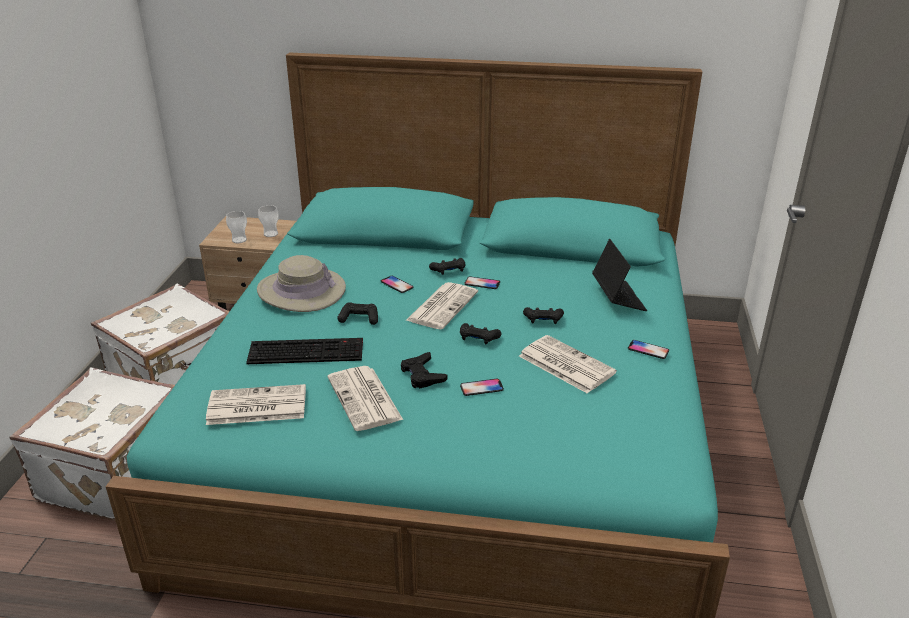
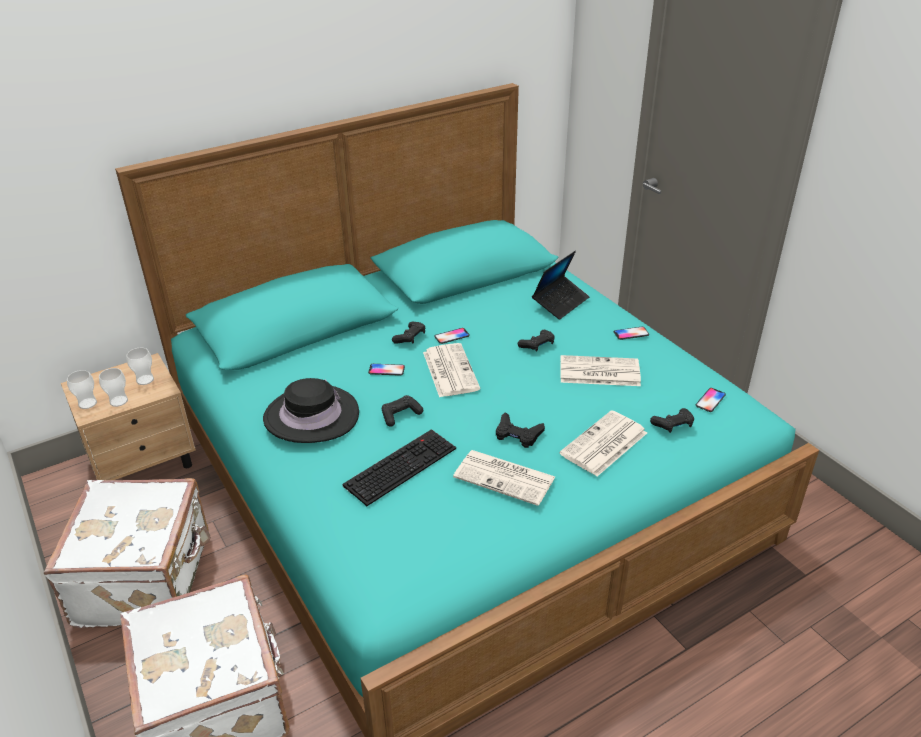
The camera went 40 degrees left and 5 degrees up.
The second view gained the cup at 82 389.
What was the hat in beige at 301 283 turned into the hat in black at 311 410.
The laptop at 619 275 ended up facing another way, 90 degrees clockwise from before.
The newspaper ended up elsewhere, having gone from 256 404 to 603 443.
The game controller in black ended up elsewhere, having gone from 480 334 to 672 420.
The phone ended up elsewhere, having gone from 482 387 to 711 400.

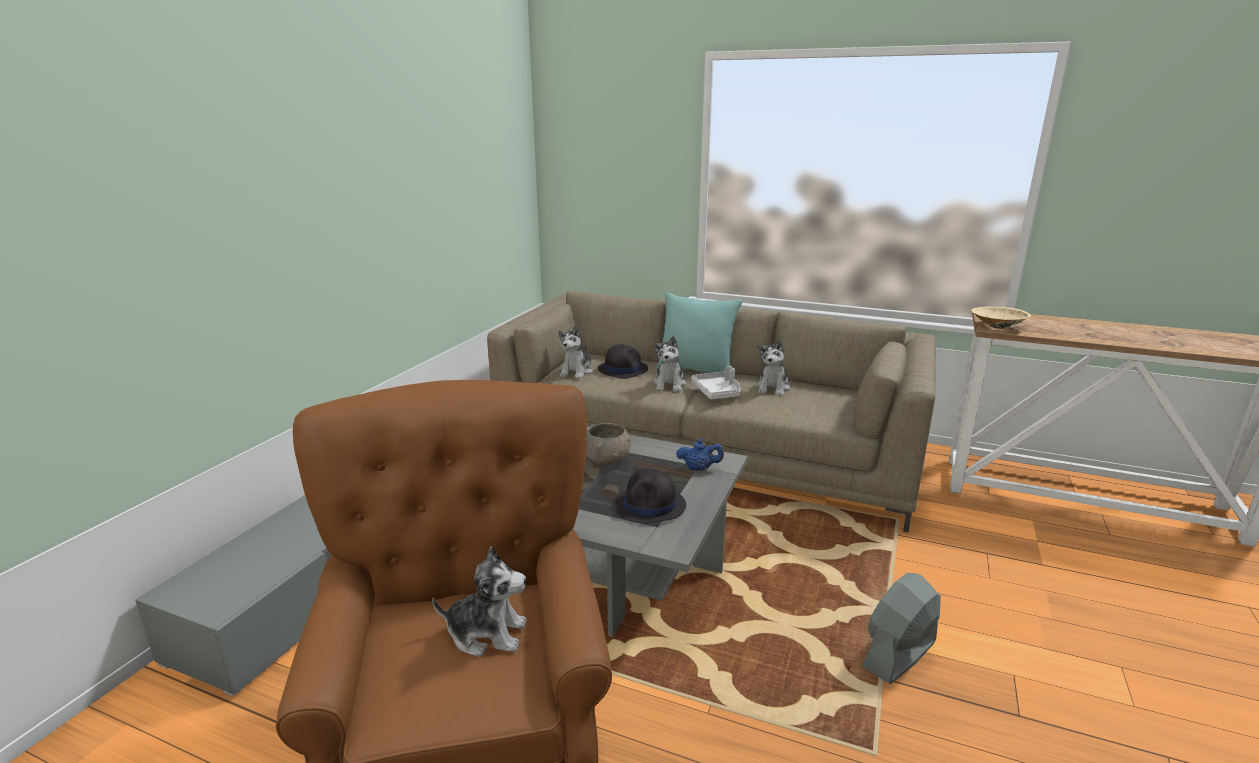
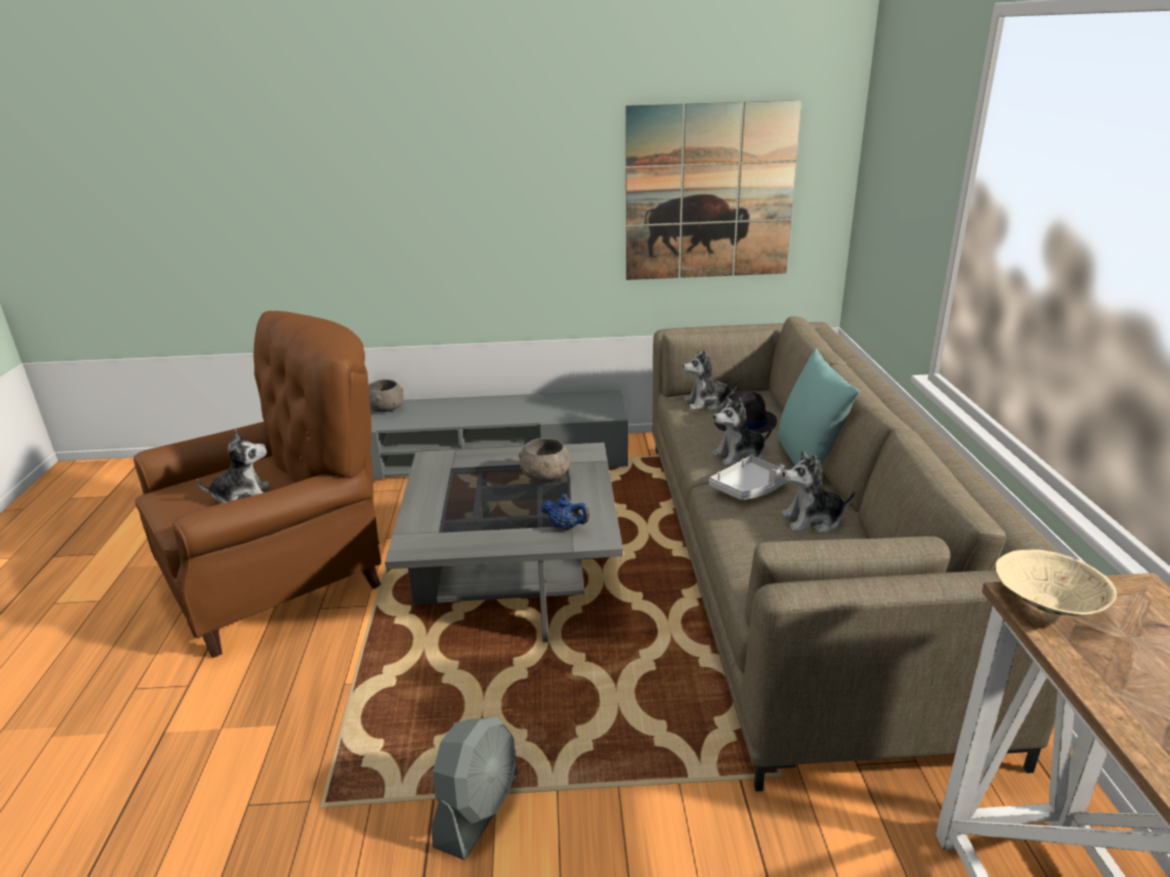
The camera went 65 degrees right and 5 degrees up.
The plush toy at 479 601 ended up facing another way, 90 degrees counterclockwise from before.
The second view gained the bowl in grey at 385 395.
The fan in grey at 901 628 ended up facing another way, 90 degrees clockwise from before.
The teapot in blue at 700 455 ended up facing another way, 45 degrees counterclockwise from before.
The second view gained the picture at 714 190.
The second view lost the hat in black at 649 495.

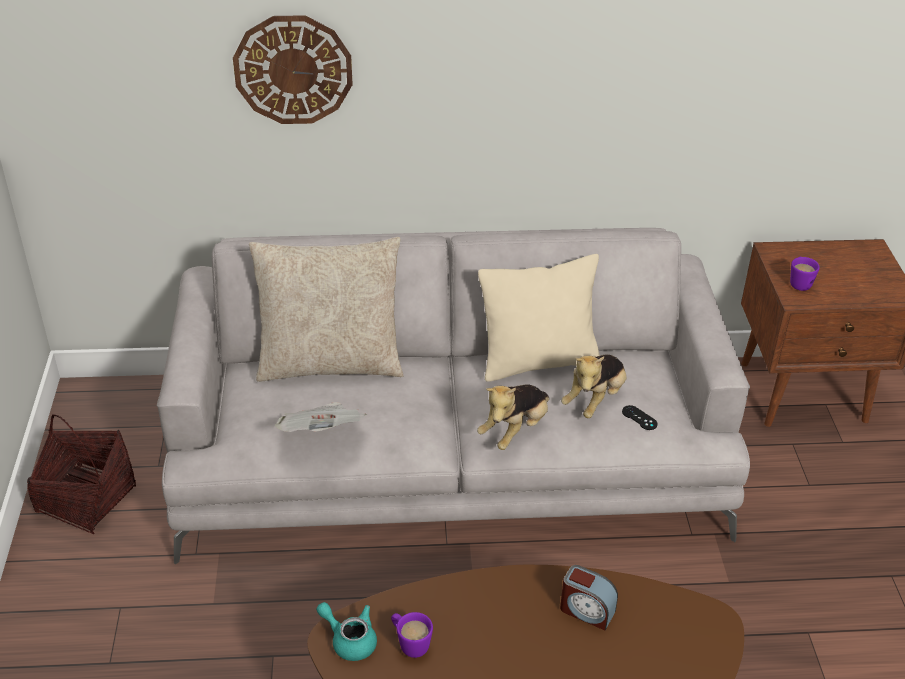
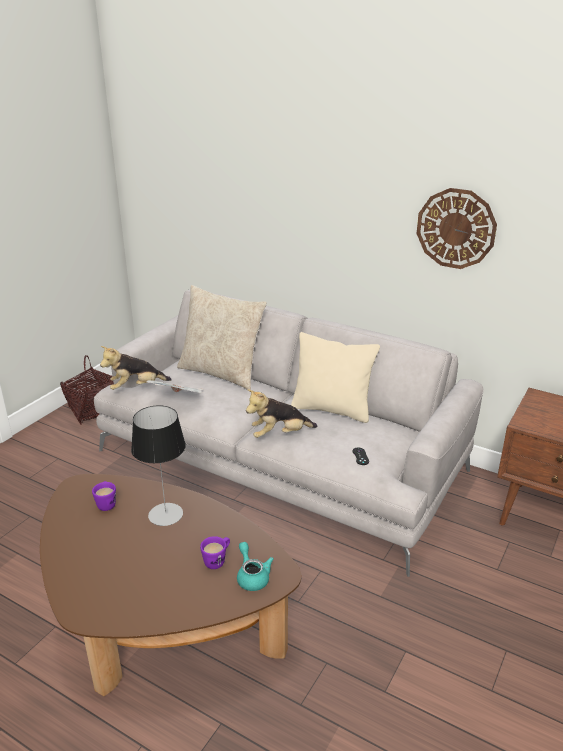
The camera went 35 degrees right and 10 degrees down.
The plush toy ended up elsewhere, having gone from 594 386 to 136 368.
The second view gained the table lamp at 158 465.
The mug in purple ended up elsewhere, having gone from 805 274 to 215 552.
The teapot in turquoise ended up elsewhere, having gone from 346 631 to 255 566.
The wall clock ended up elsewhere, having gone from 293 69 to 457 228.
The second view lost the alarm clock at 589 597.

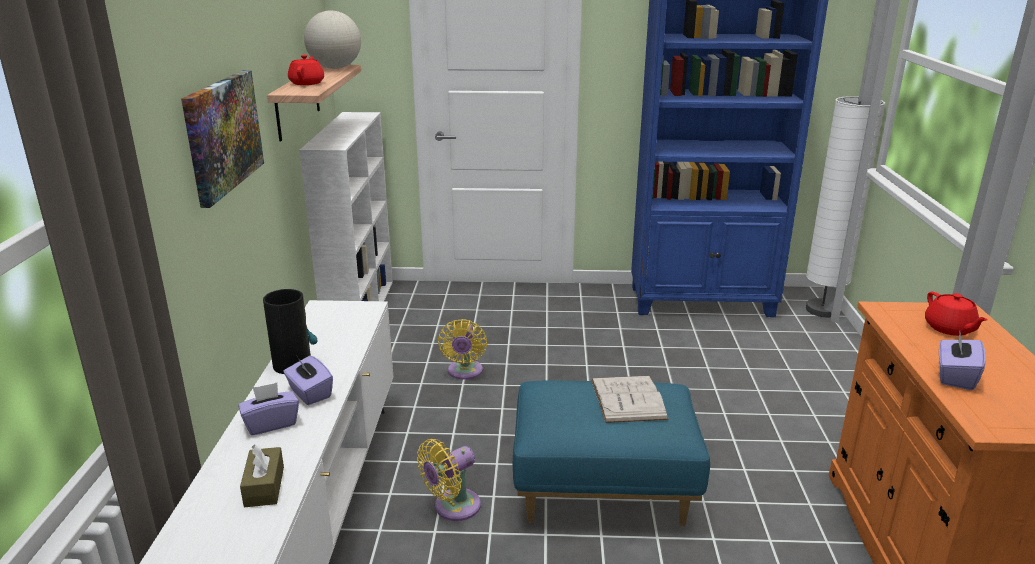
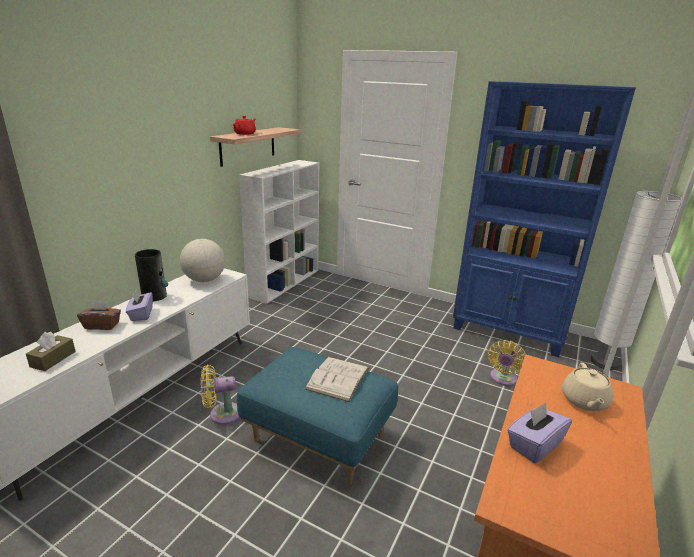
The camera went 25 degrees right and 0 degrees up.
What was the tissue box in purple at 268 409 turned into the tissue box in brown at 99 315.
The globe ended up elsewhere, having gone from 332 39 to 202 260.
The fan in yellow ended up elsewhere, having gone from 462 349 to 507 363.
What was the teapot in red at 956 314 turned into the teapot in beige at 587 386.
The second view lost the picture at 222 139.

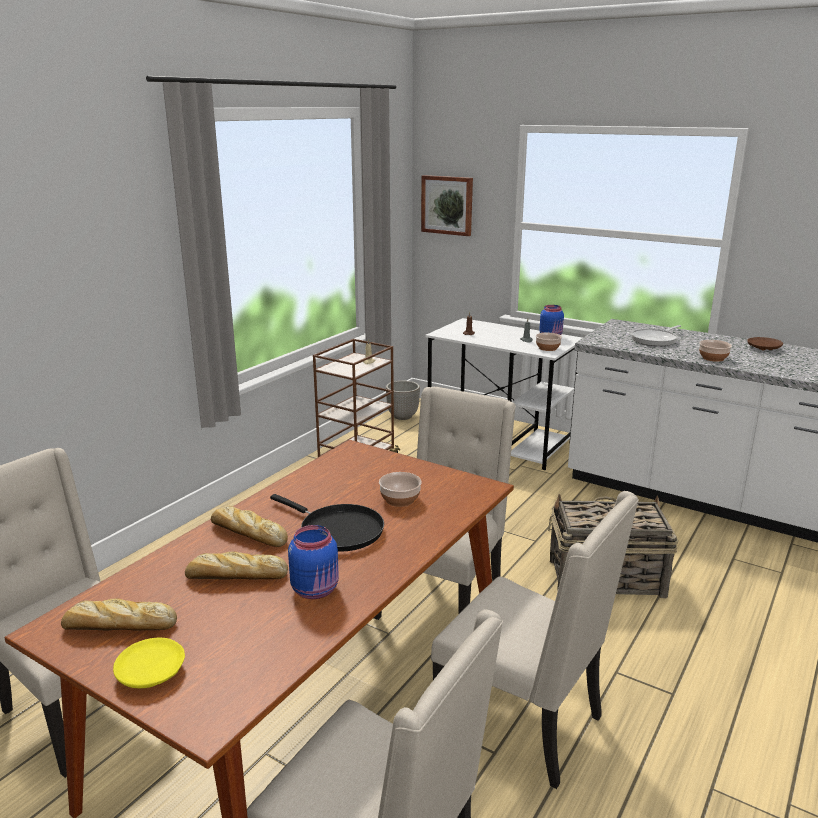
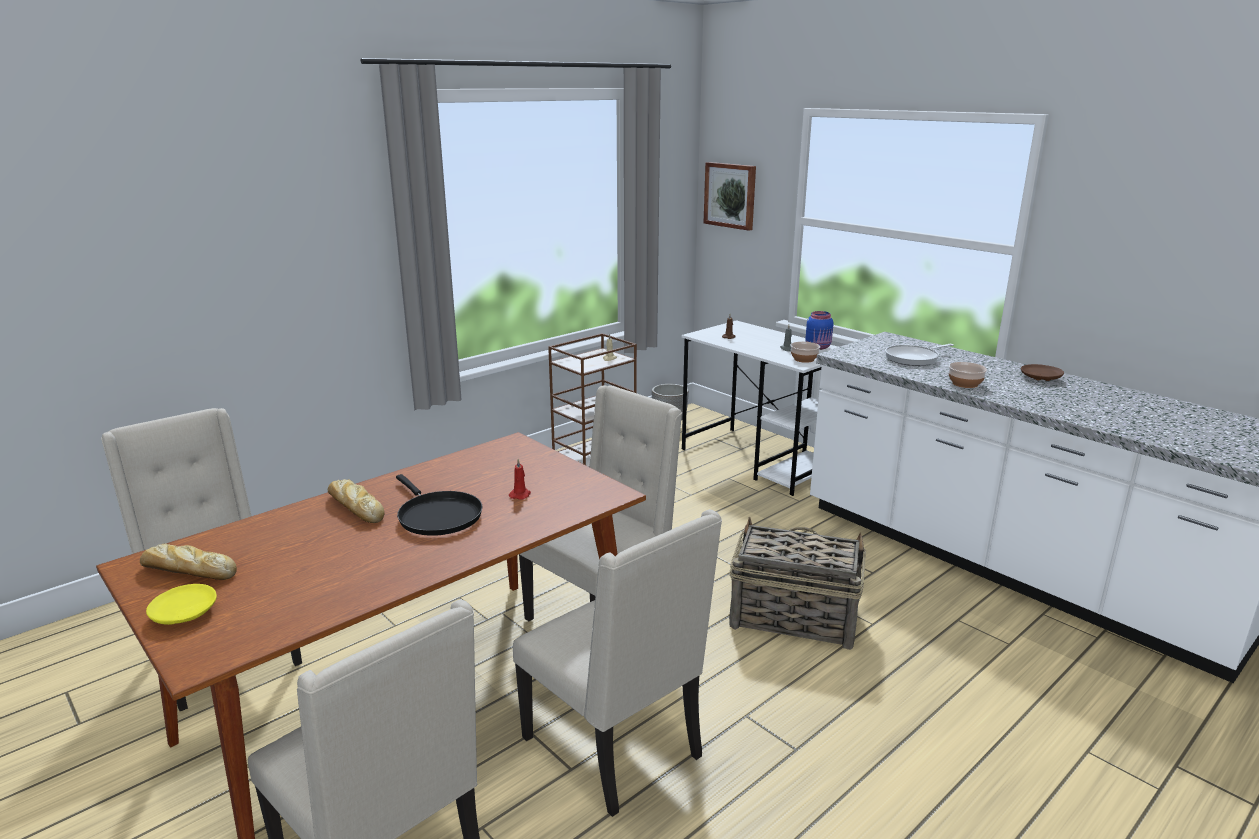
The camera went 15 degrees right and 0 degrees up.
Where the bowl stood at 400 489, the candle in red came to stand at 520 479.
The second view lost the bread at 236 565.
The second view lost the jar in blue at 313 562.

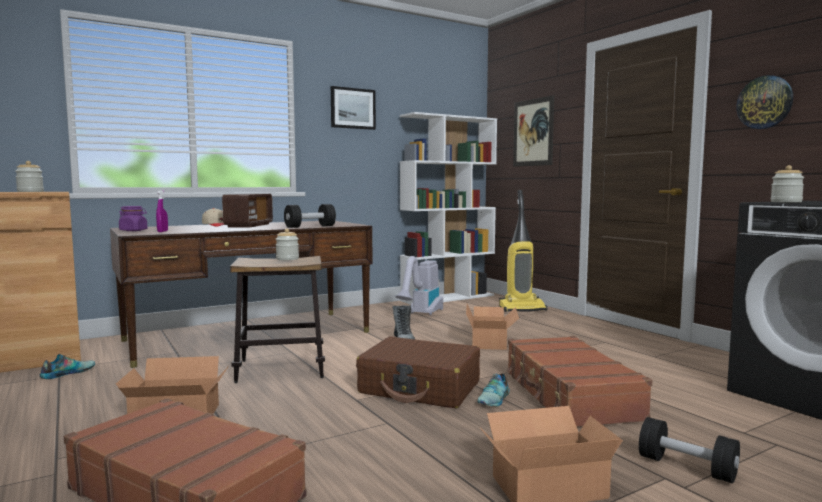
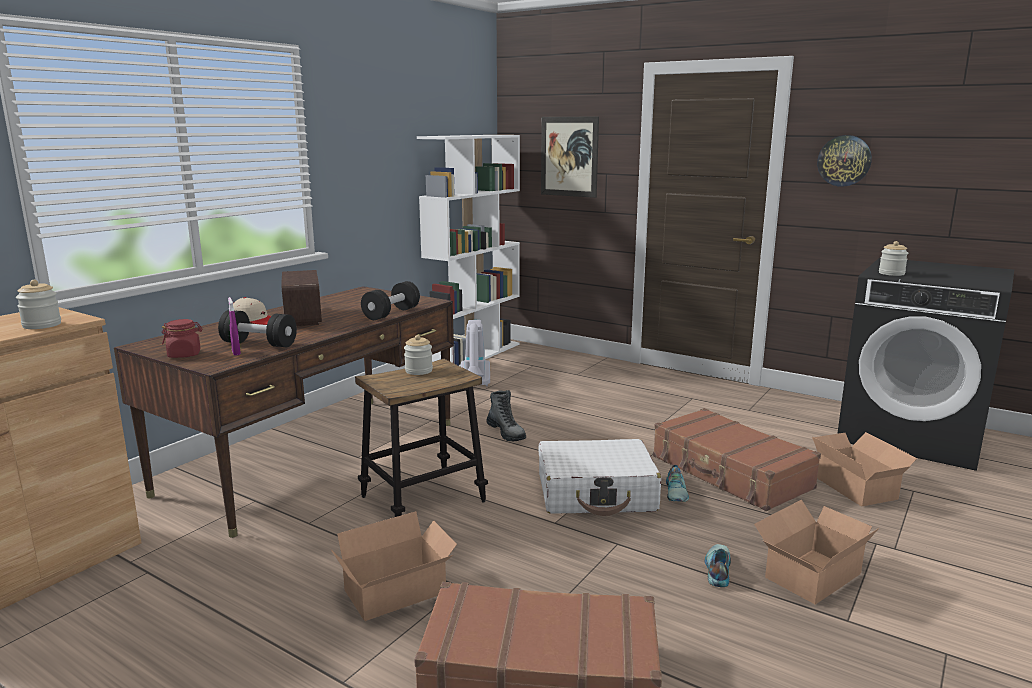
The camera went 25 degrees left and 10 degrees up.
What was the jar in purple at 133 218 turned into the jar in red at 182 338.
The dumbbell in black ended up elsewhere, having gone from 689 450 to 257 328.
What was the suitcase in brown at 418 372 turned into the suitcase in white at 600 477.
The shoe ended up elsewhere, having gone from 67 366 to 718 565.
The cardboard box ended up elsewhere, having gone from 492 327 to 864 469.
The second view lost the picture at 353 108.
The second view lost the vacuum cleaner at 523 251.

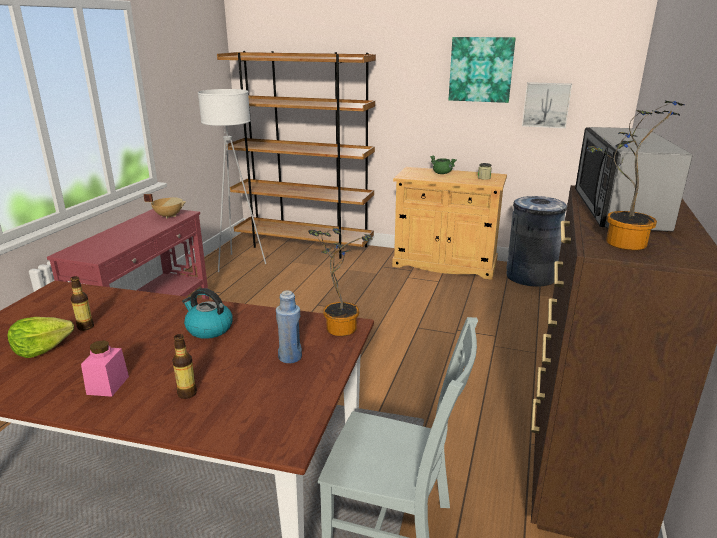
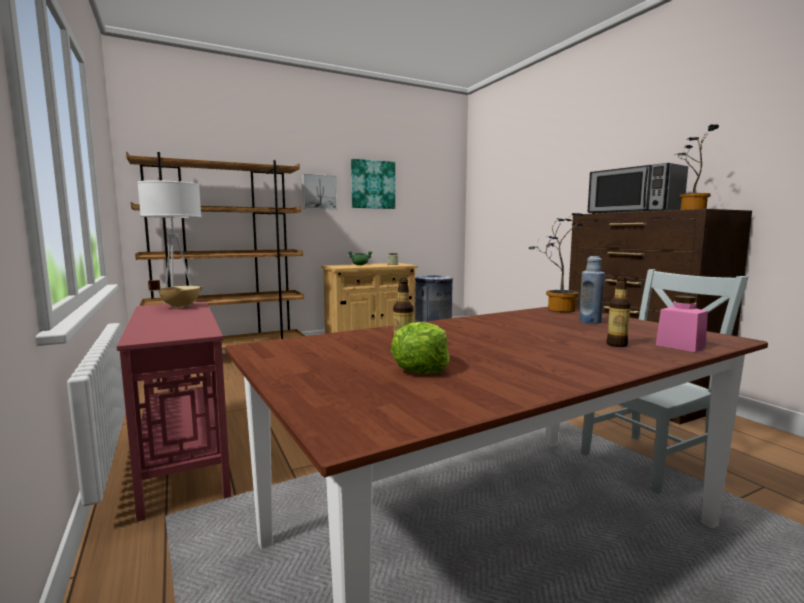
The camera went 45 degrees left and 15 degrees down.
The picture ended up elsewhere, having gone from 547 105 to 319 191.
The jar in pink ended up elsewhere, having gone from 105 368 to 682 323.
The second view lost the kettle at 207 313.

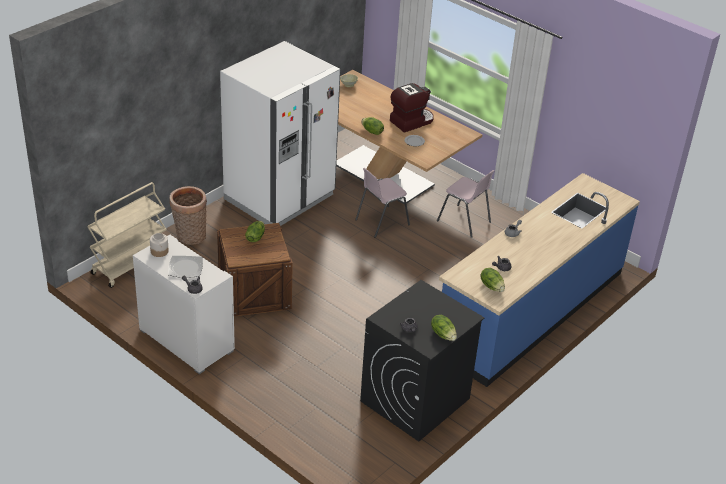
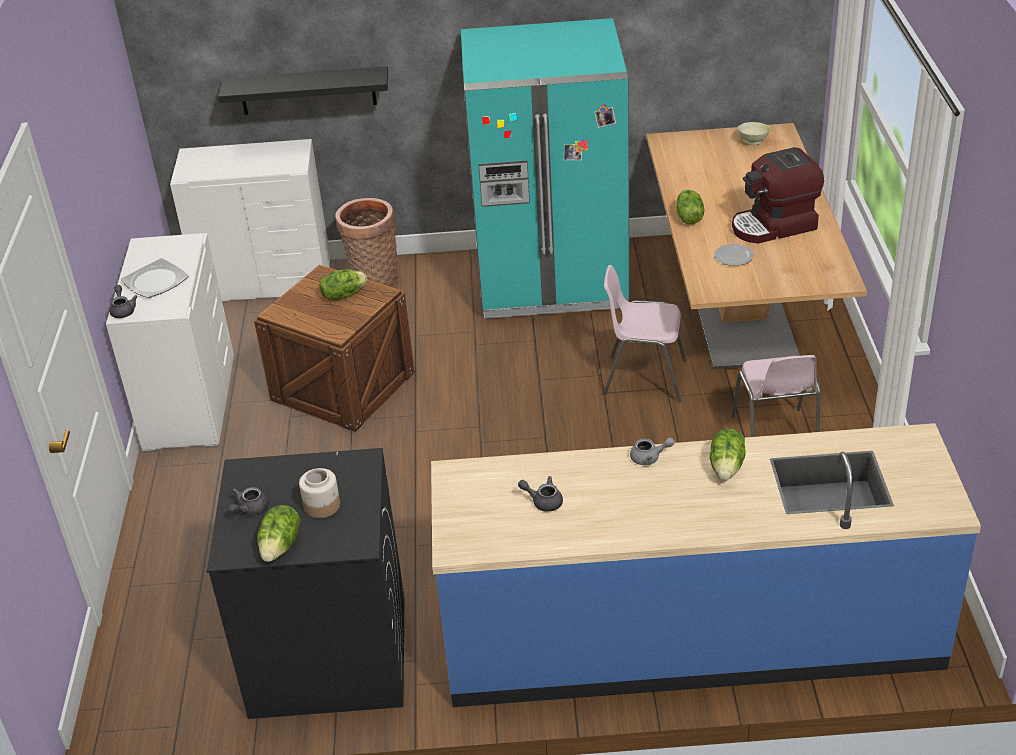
The camera went 50 degrees right and 0 degrees up.
Where the cart in beige stood at 127 235, the dresser in white came to stand at 250 220.
The second view gained the shelf in black at 303 90.
The jar ended up elsewhere, having gone from 159 245 to 319 493.
What was the fridge in white at 280 133 turned into the fridge in turquoise at 545 168.
The lettuce ended up elsewhere, having gone from 493 280 to 728 454.
The coffee machine at 412 108 ended up facing another way, 150 degrees clockwise from before.

